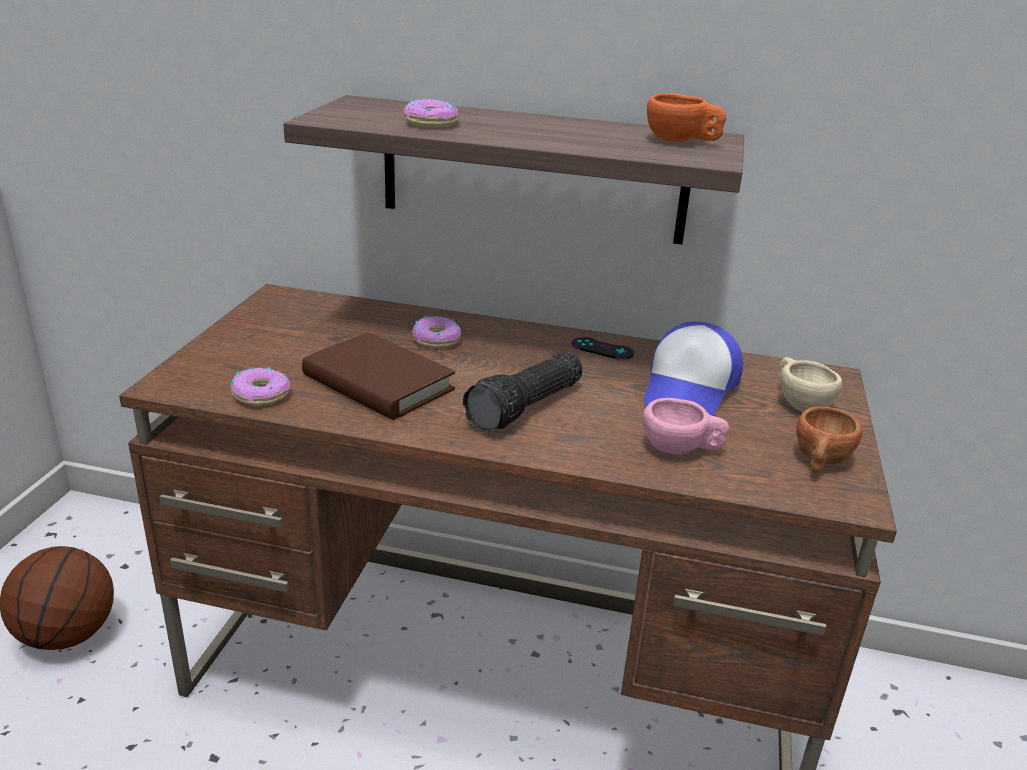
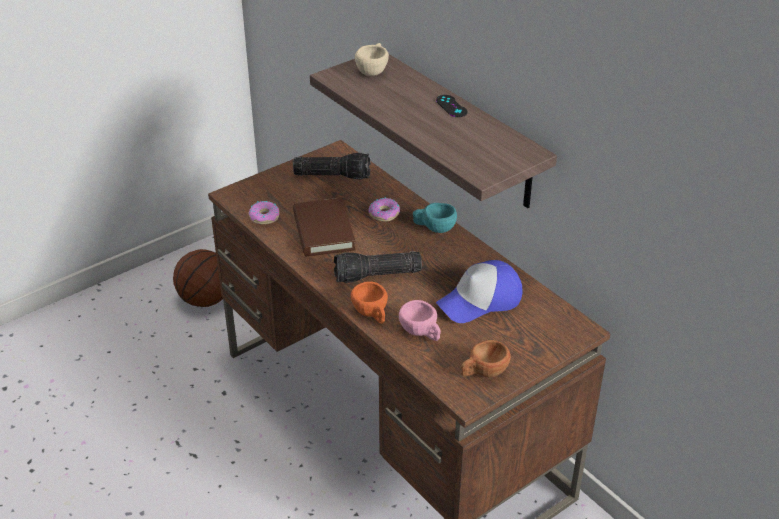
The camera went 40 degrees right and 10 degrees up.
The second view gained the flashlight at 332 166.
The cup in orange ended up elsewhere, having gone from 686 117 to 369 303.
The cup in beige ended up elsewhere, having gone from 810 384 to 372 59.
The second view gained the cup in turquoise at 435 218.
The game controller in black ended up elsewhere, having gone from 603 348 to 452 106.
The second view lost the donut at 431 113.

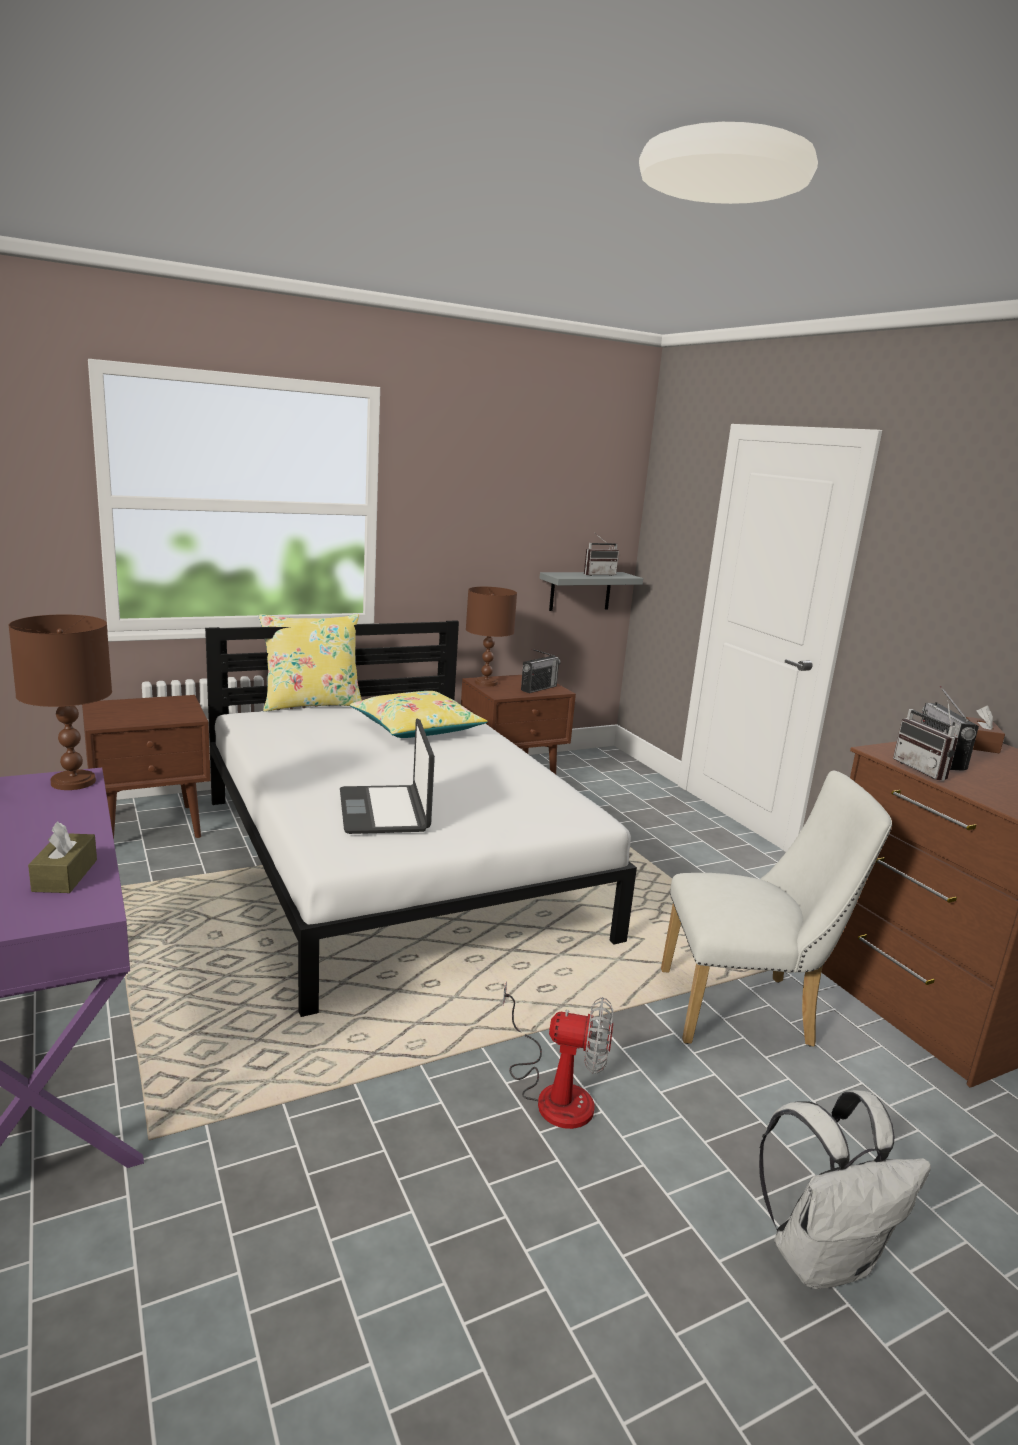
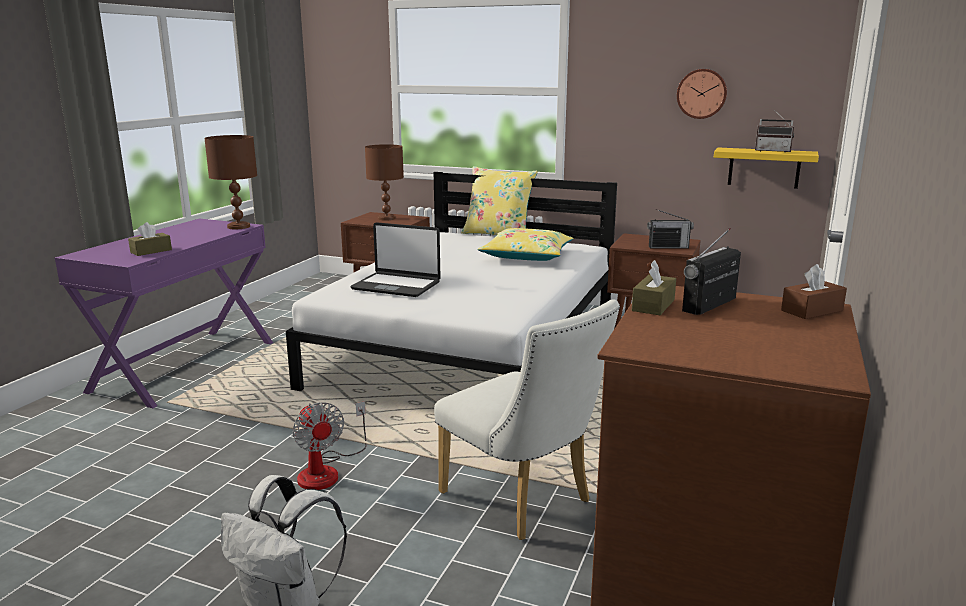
The camera went 50 degrees right and 0 degrees up.
The laptop at 387 776 ended up facing another way, 105 degrees counterclockwise from before.
The table lamp in brown ended up elsewhere, having gone from 491 636 to 384 182.
Where the radio stood at 925 741, the tissue box in brown came to stand at 654 287.
The second view gained the wall clock at 702 94.
What was the shelf in grey at 591 591 turned into the shelf in yellow at 766 168.

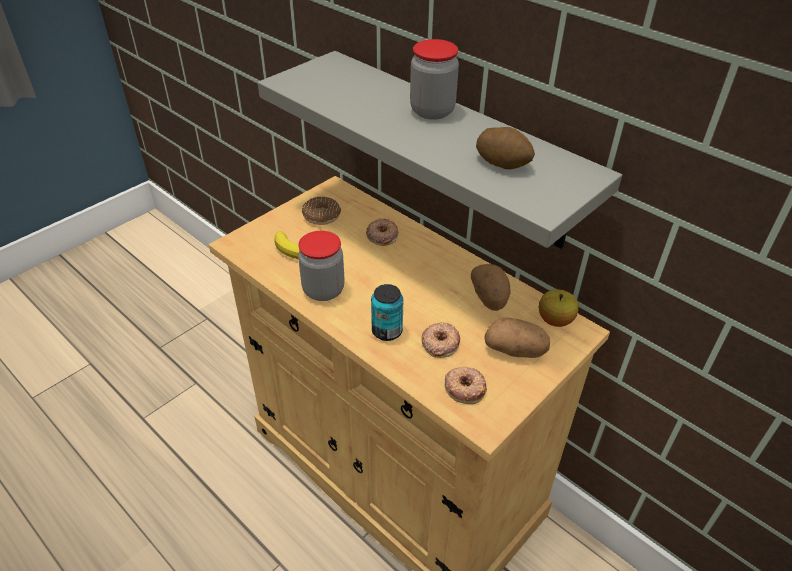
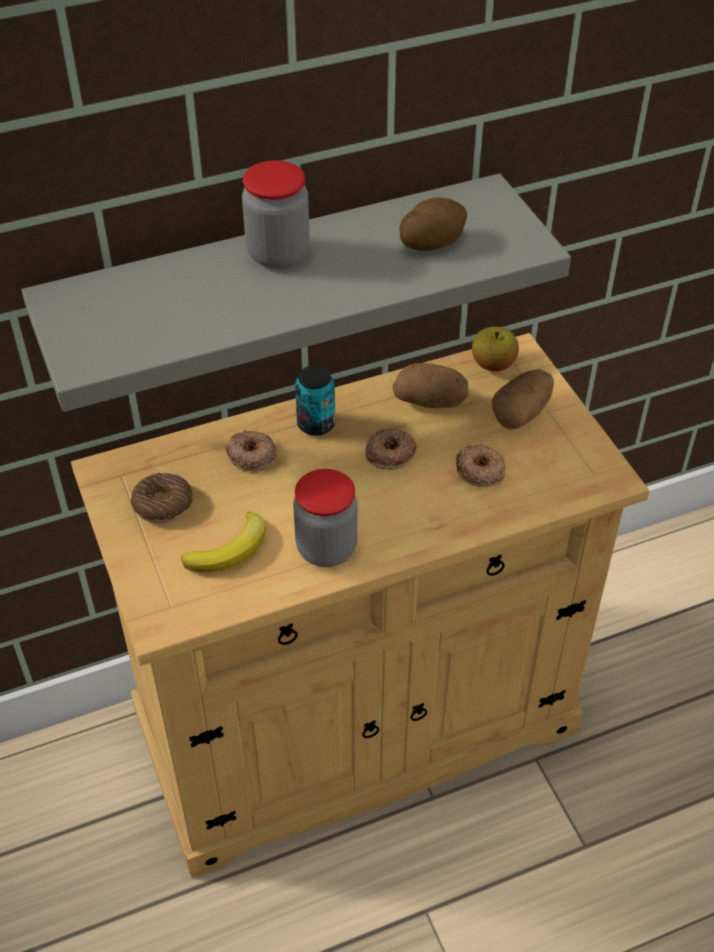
The camera went 65 degrees left and 5 degrees up.
The can ended up elsewhere, having gone from 387 312 to 315 401.
The donut ended up elsewhere, having gone from 465 385 to 391 449.

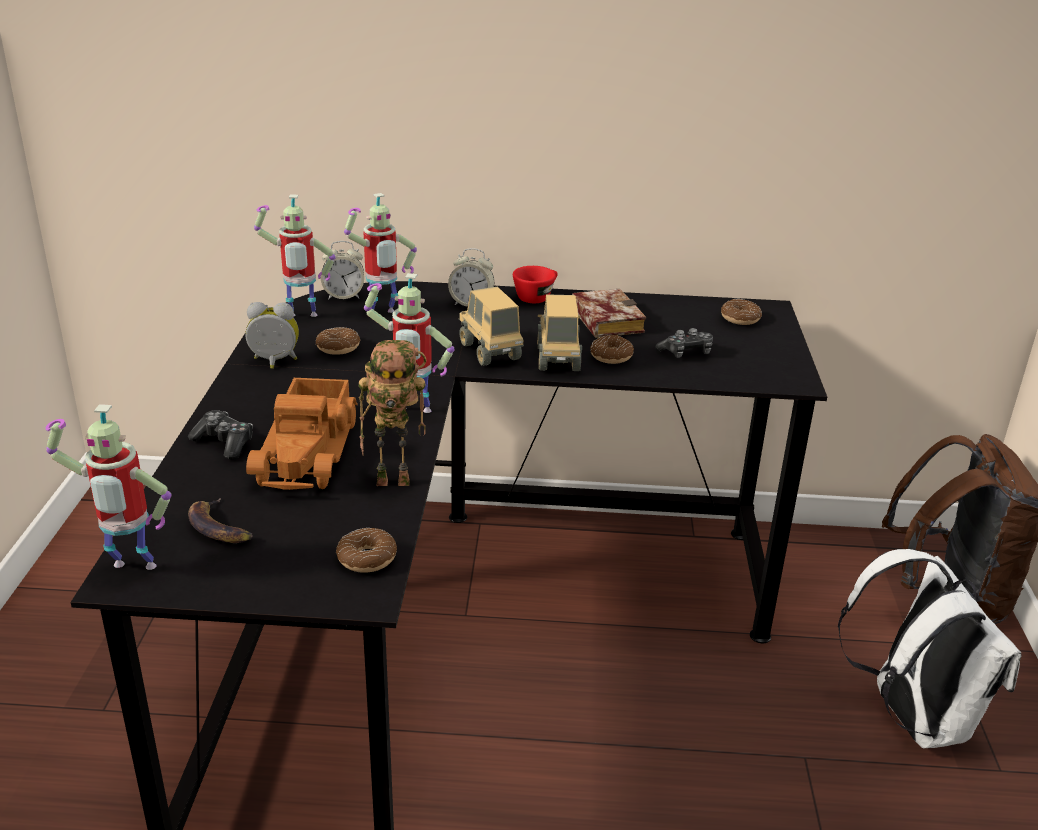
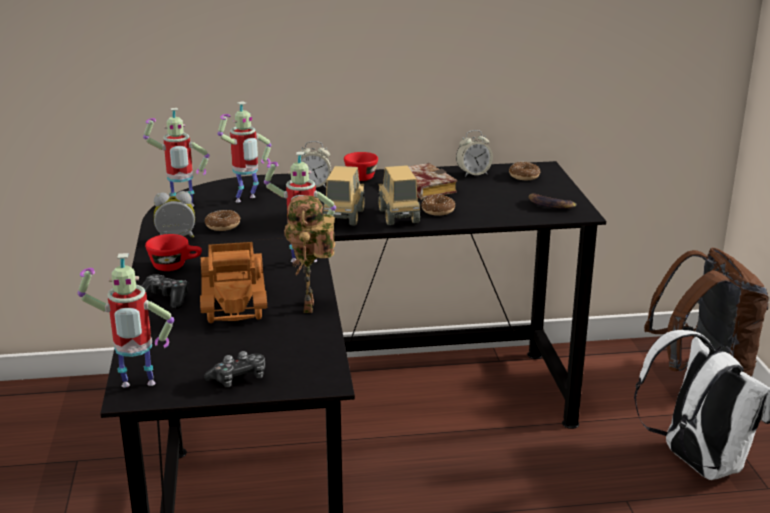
The camera went 10 degrees left and 5 degrees down.
The second view gained the cup in red at 173 252.
The game controller ended up elsewhere, having gone from 684 343 to 234 369.
The toy robot at 392 413 ended up facing another way, 105 degrees clockwise from before.
The toy truck at 491 326 ended up facing another way, 45 degrees clockwise from before.
The alarm clock ended up elsewhere, having gone from 342 270 to 474 153.
The banana ended up elsewhere, having gone from 220 520 to 553 201.
The second view lost the donut at 366 550.

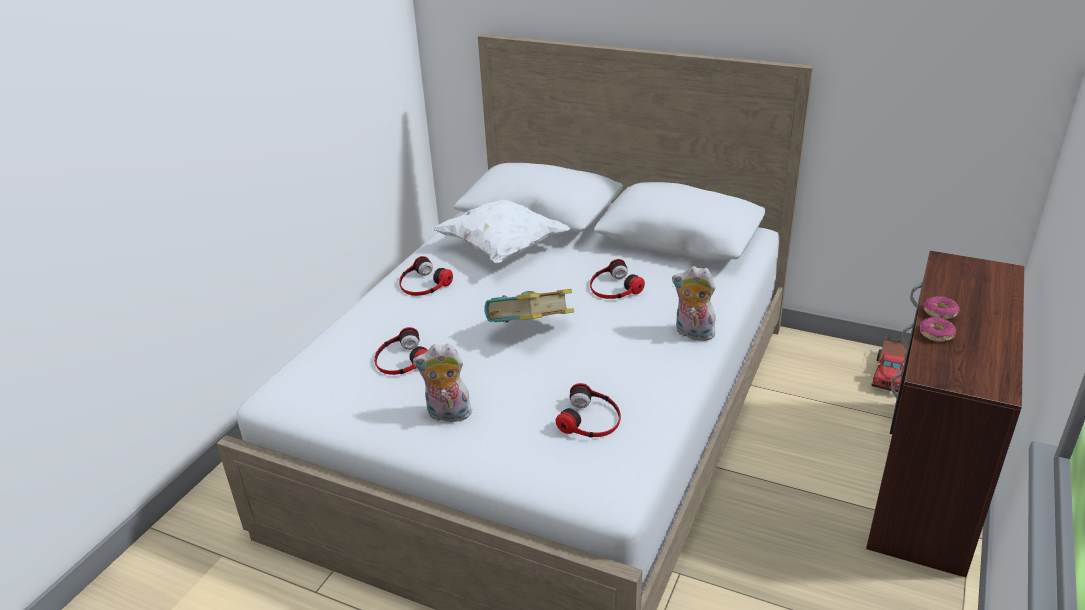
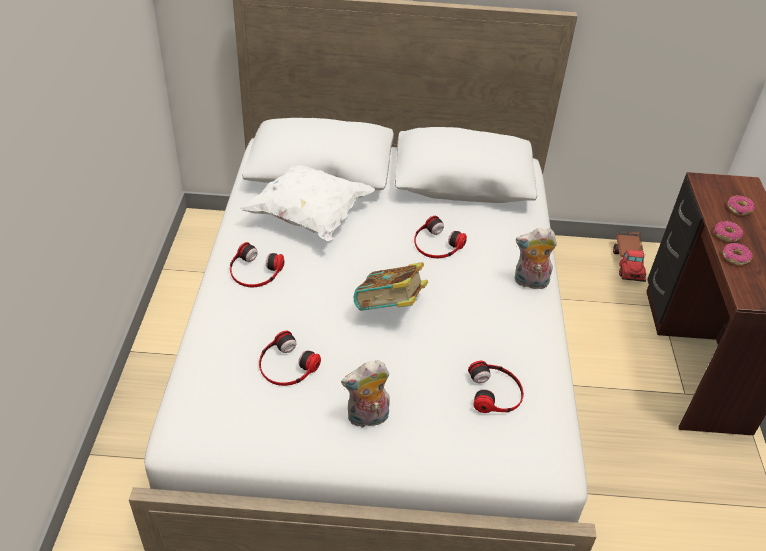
The camera went 25 degrees left and 10 degrees up.
The second view gained the donut at 741 205.

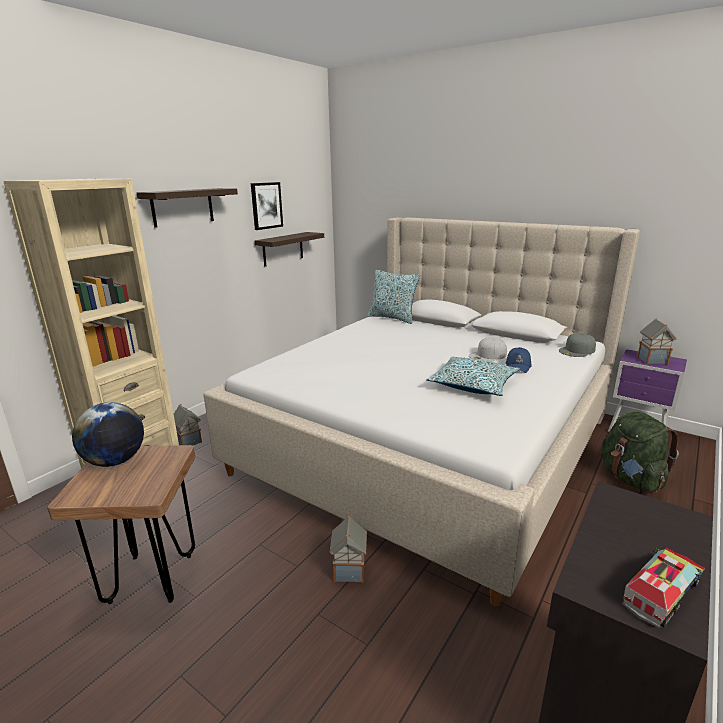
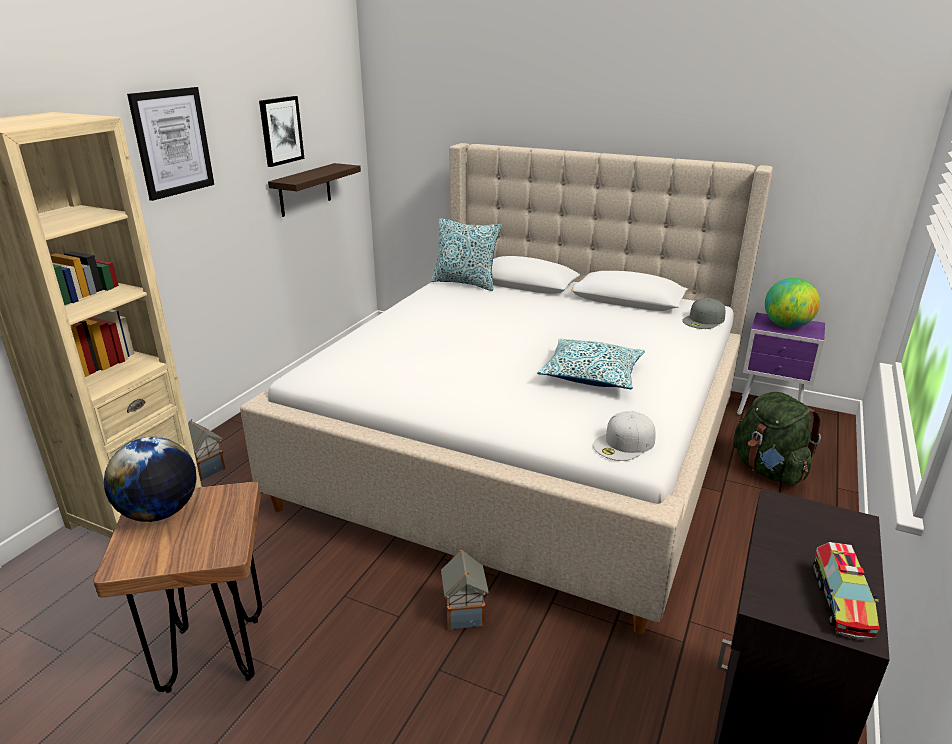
The camera went 10 degrees left and 5 degrees up.
Where the shelf hung at 187 208, the picture came to hang at 170 144.
The cap in white ended up elsewhere, having gone from 488 350 to 624 436.
Where the toy house stood at 656 342, the globe came to stand at 792 303.
The toy truck at 663 588 ended up facing another way, 150 degrees clockwise from before.
The second view lost the cap in blue at 518 360.

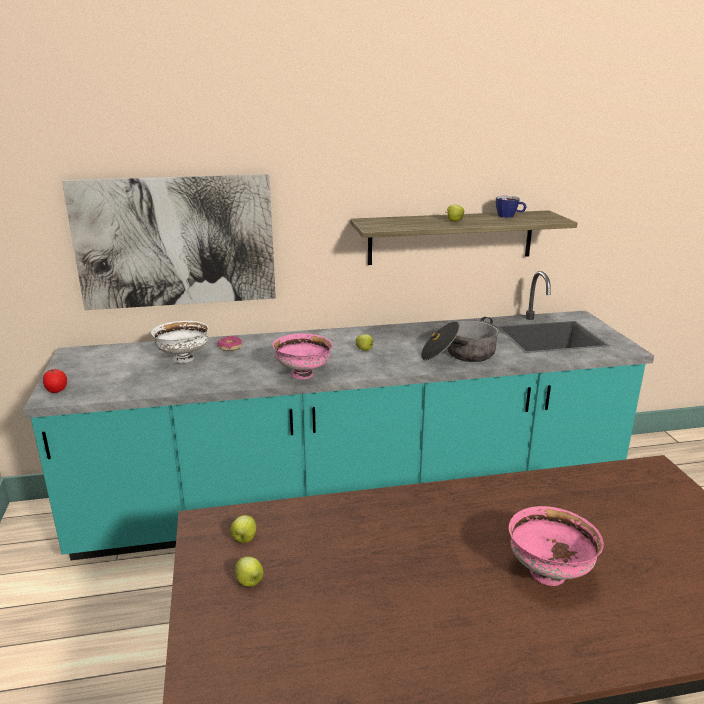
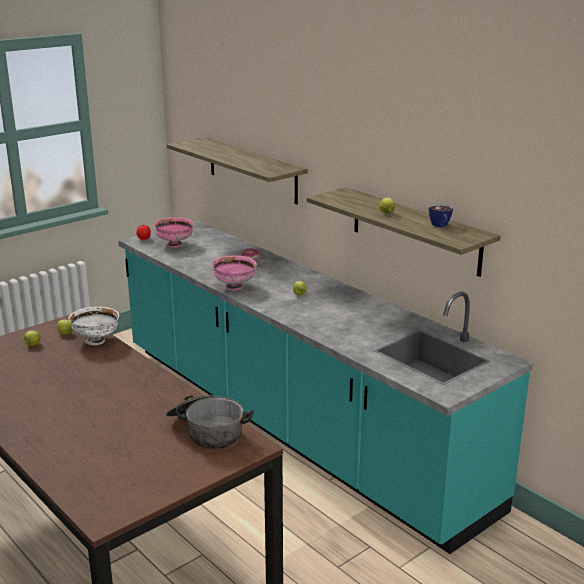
The camera went 60 degrees right and 0 degrees up.
The bowl in white ended up elsewhere, having gone from 180 342 to 93 325.
The bowl in pink ended up elsewhere, having gone from 556 546 to 174 232.
The cooking pot ended up elsewhere, having gone from 460 339 to 210 422.
Where the picture hung at 169 242, the shelf came to hang at 237 171.

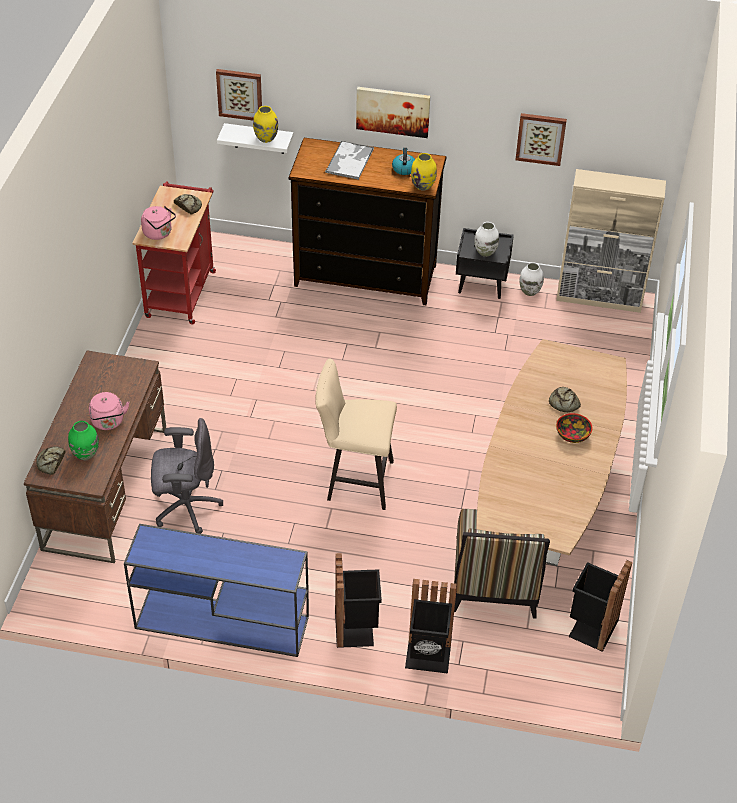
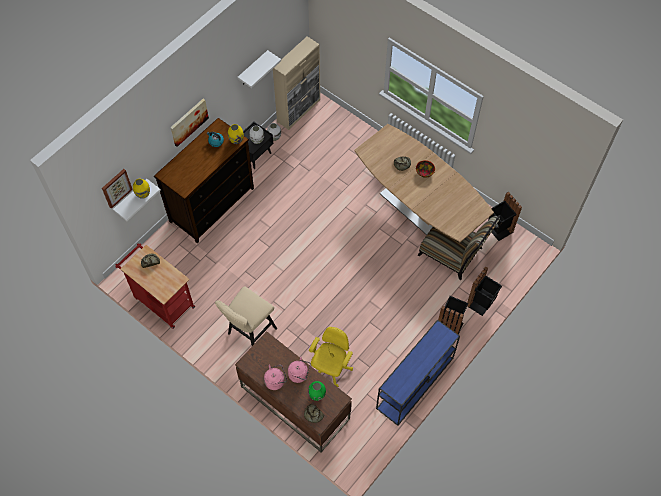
The camera went 60 degrees left and 15 degrees up.
The stool in beige ended up elsewhere, having gone from 356 434 to 246 316.
Where the picture hung at 541 139, the shelf in white came to hang at 259 69.
The kettle in pink ended up elsewhere, having gone from 158 223 to 275 377.
What was the office chair in grey at 187 476 turned into the office chair in yellow at 331 357.
The second view lost the tray at 349 160.

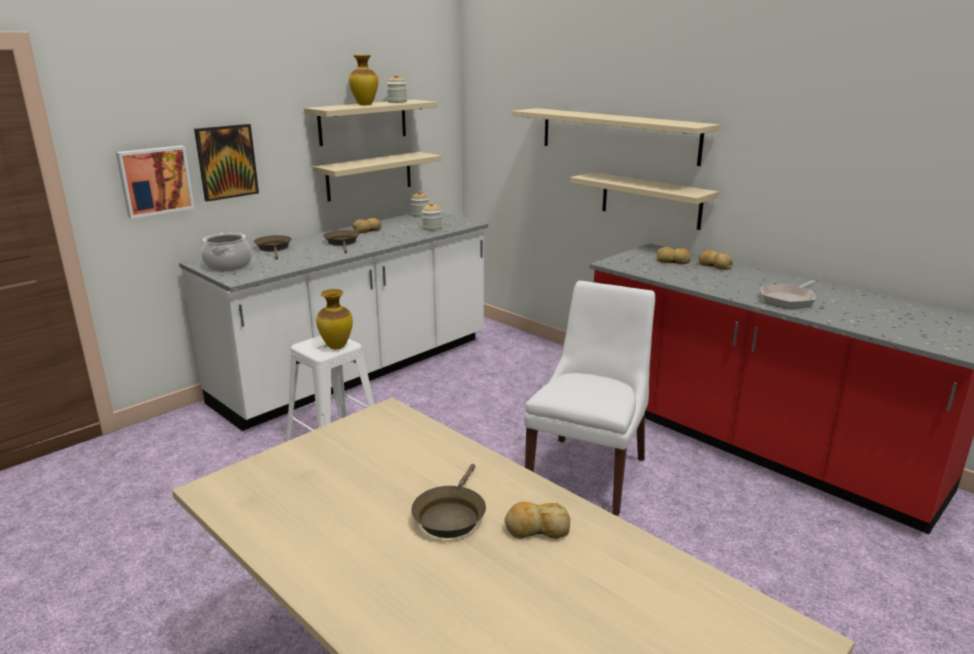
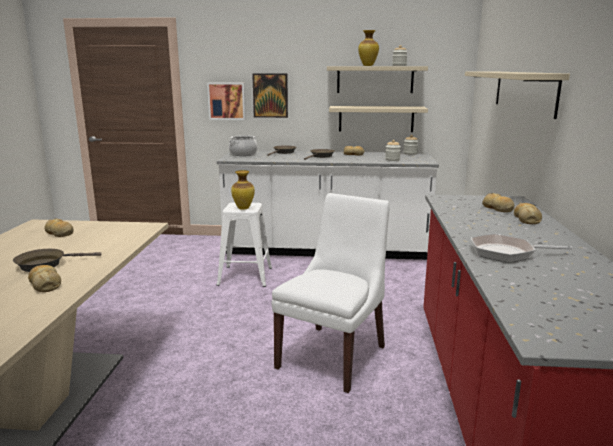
The camera went 50 degrees right and 5 degrees down.
The second view gained the bread at 59 227.
The chair in white at 589 398 ended up facing another way, 45 degrees counterclockwise from before.
The second view lost the shelf in beige at 644 201.

